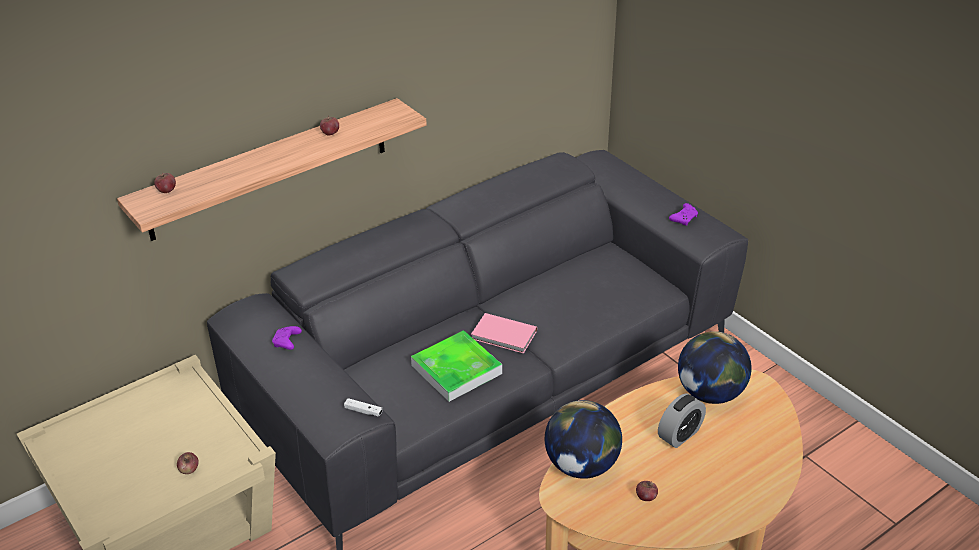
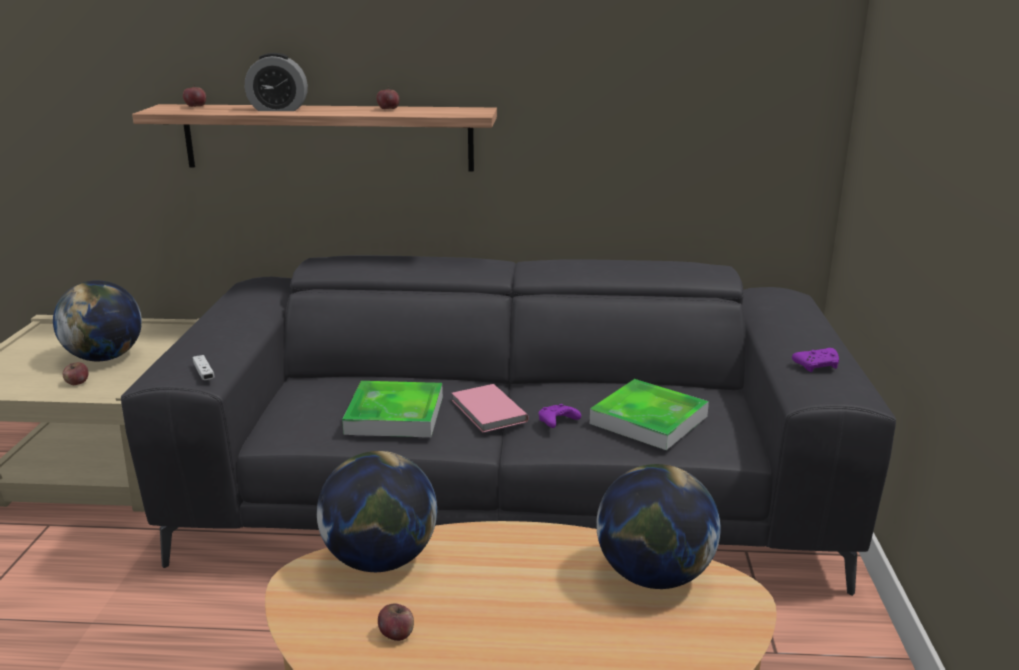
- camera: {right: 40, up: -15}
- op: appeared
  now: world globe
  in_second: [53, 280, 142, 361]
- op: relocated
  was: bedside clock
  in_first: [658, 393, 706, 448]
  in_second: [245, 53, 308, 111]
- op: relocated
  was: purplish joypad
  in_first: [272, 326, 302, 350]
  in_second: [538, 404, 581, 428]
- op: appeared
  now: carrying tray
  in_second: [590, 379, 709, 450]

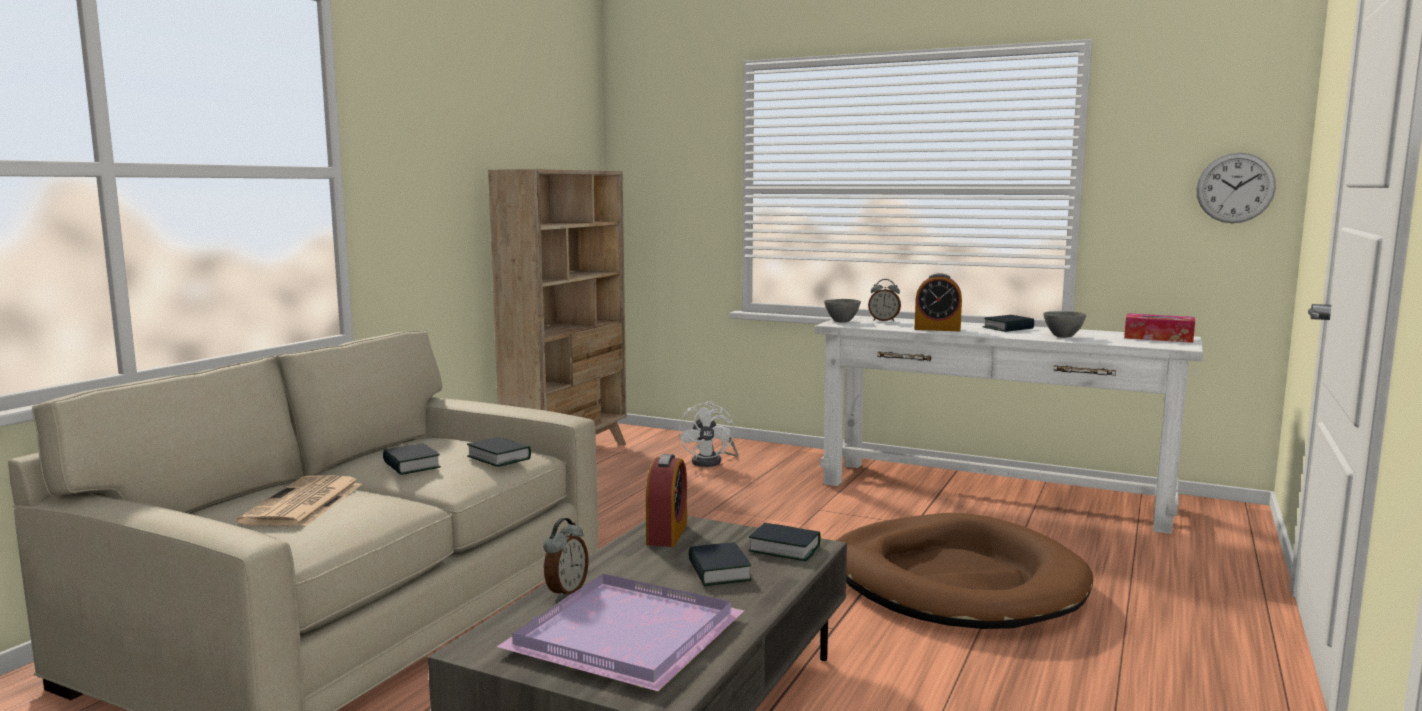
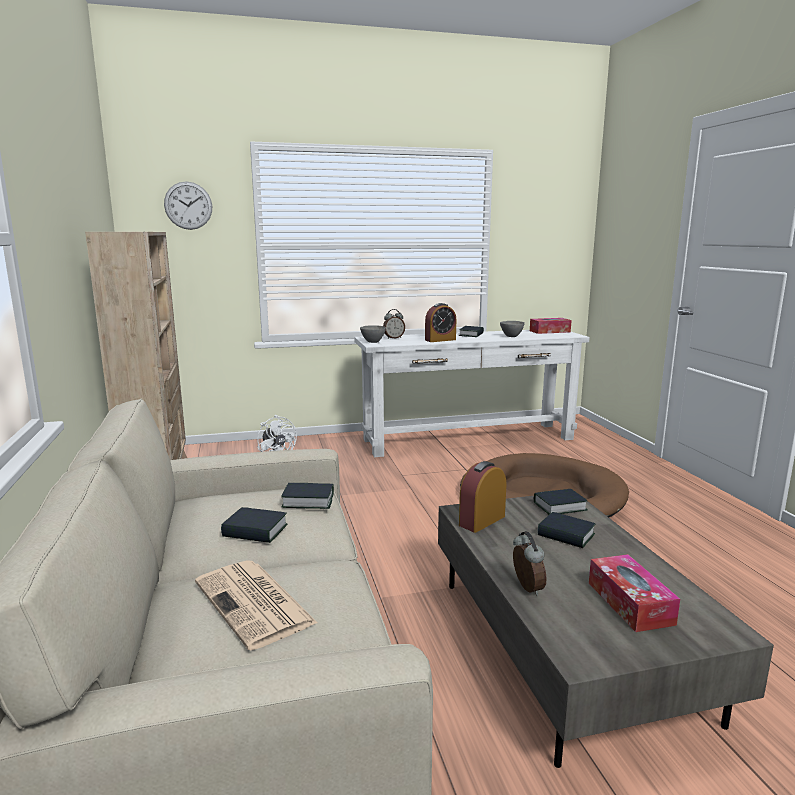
- camera: {right: -40, up: 5}
- op: relocated
  was: hanging clock
  in_first: [1196, 152, 1276, 223]
  in_second: [164, 181, 212, 230]
- op: spun
  was: bedside clock
  in_first: [646, 454, 687, 547]
  in_second: [459, 461, 506, 533]
  clockwise: -105
- op: exchanged
  was: purplish carrying tray
  now: tissue box
  in_first: [497, 574, 745, 691]
  in_second: [589, 554, 680, 632]

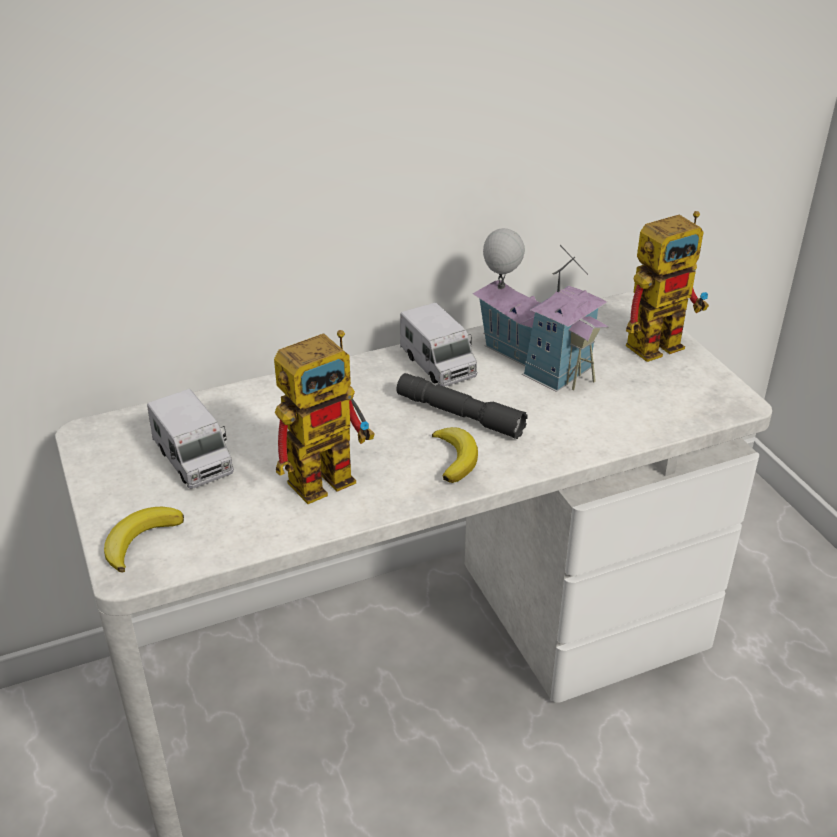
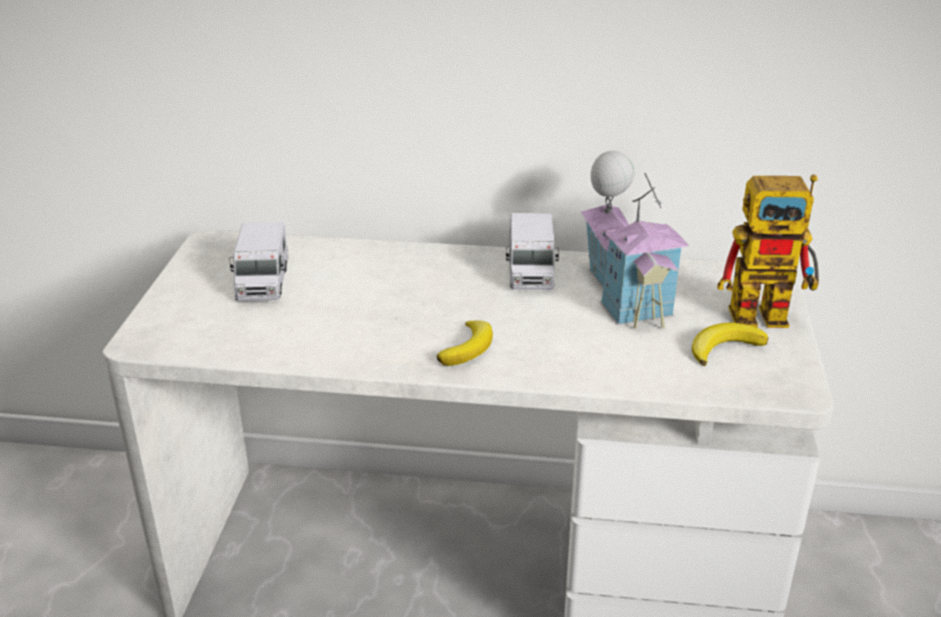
- camera: {right: 30, up: -5}
- op: relocated
  was: banana fruit
  in_first: [104, 507, 184, 573]
  in_second: [692, 323, 768, 366]
- op: missing
  was: model robot
  in_first: [274, 330, 375, 504]
- op: missing
  was: grey flashlight
  in_first: [397, 373, 528, 439]

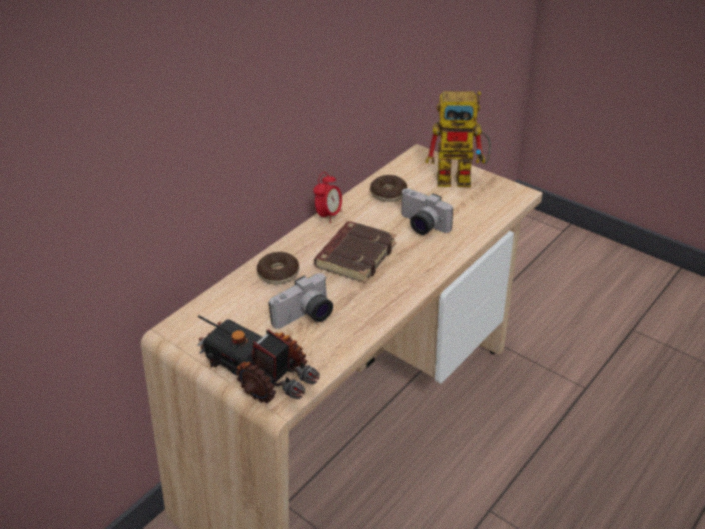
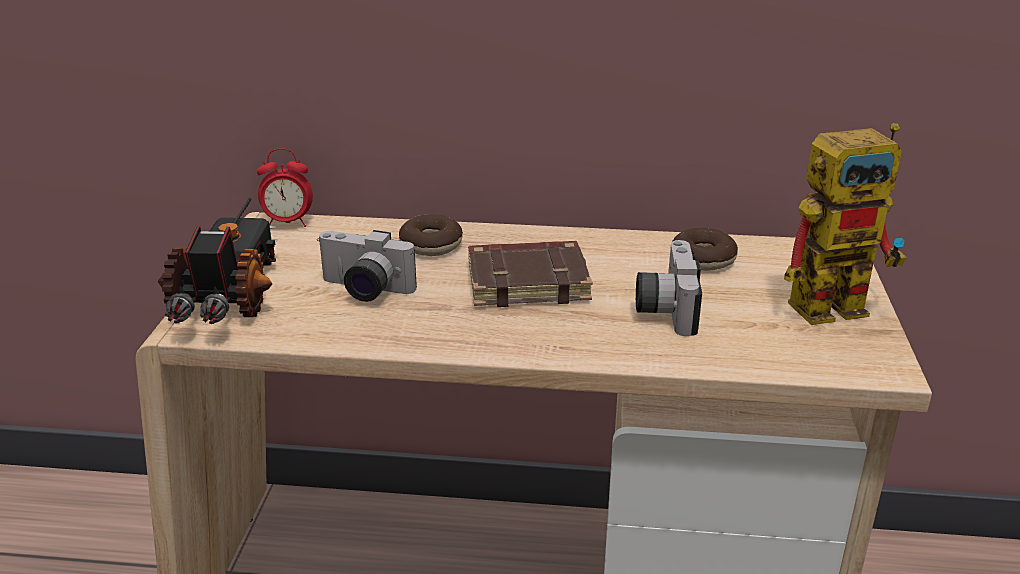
- camera: {right: 55, up: -10}
- op: relocated
  was: bedside clock
  in_first: [313, 172, 342, 223]
  in_second: [257, 148, 313, 227]
- op: spun
  was: model robot
  in_first: [426, 91, 491, 187]
  in_second: [784, 123, 906, 325]
  clockwise: -75

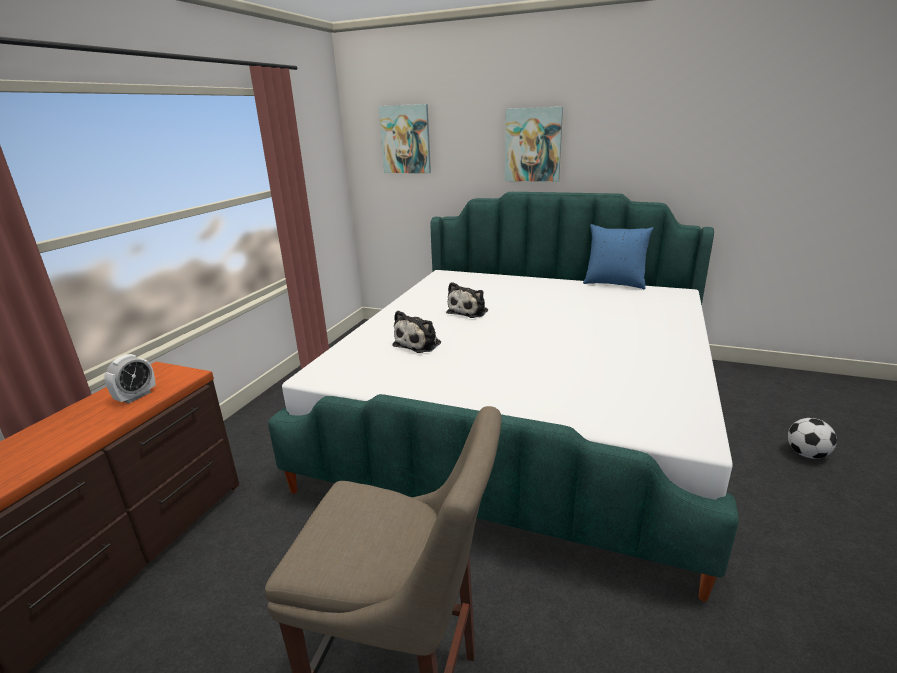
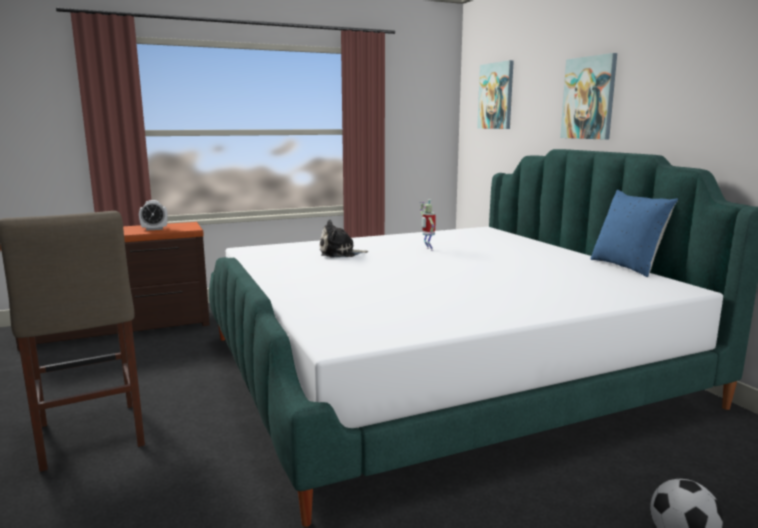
- camera: {right: 45, up: -10}
- op: exchanged
  was: soft toy
  now: model robot
  in_first: [446, 282, 488, 318]
  in_second: [420, 200, 436, 251]

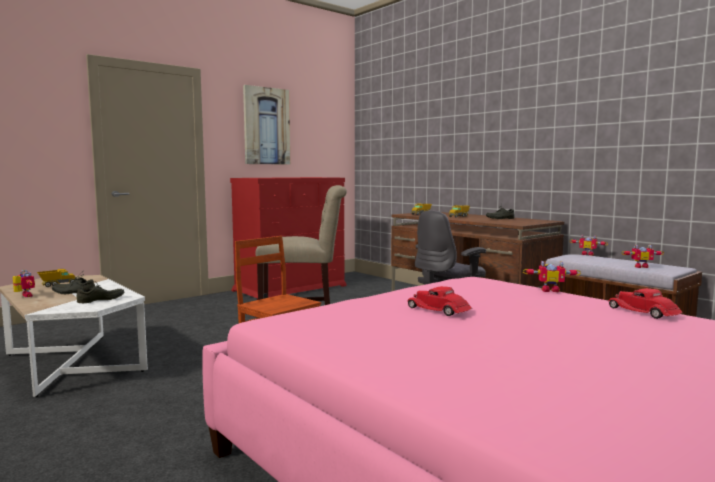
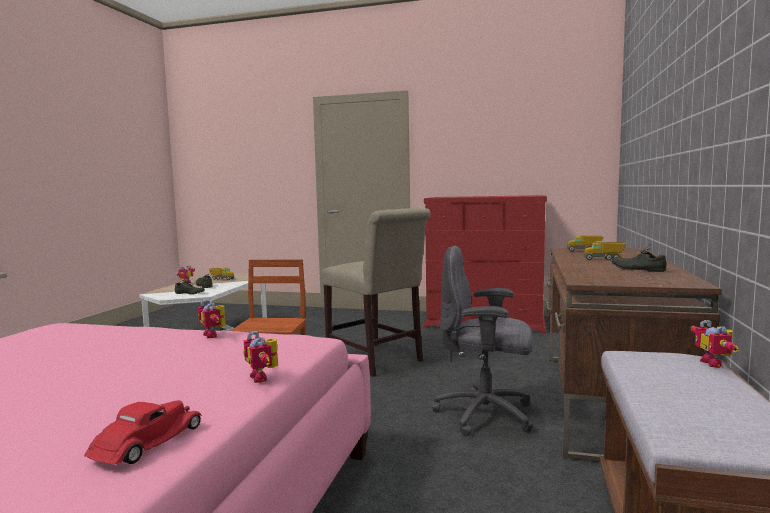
- camera: {right: 55, up: 0}
- op: relocated
  was: model robot
  in_first: [621, 245, 664, 268]
  in_second: [198, 300, 226, 338]
- op: missing
  was: picture
  in_first: [243, 85, 290, 165]
- op: missing
  was: red miniature car
  in_first: [407, 286, 472, 316]

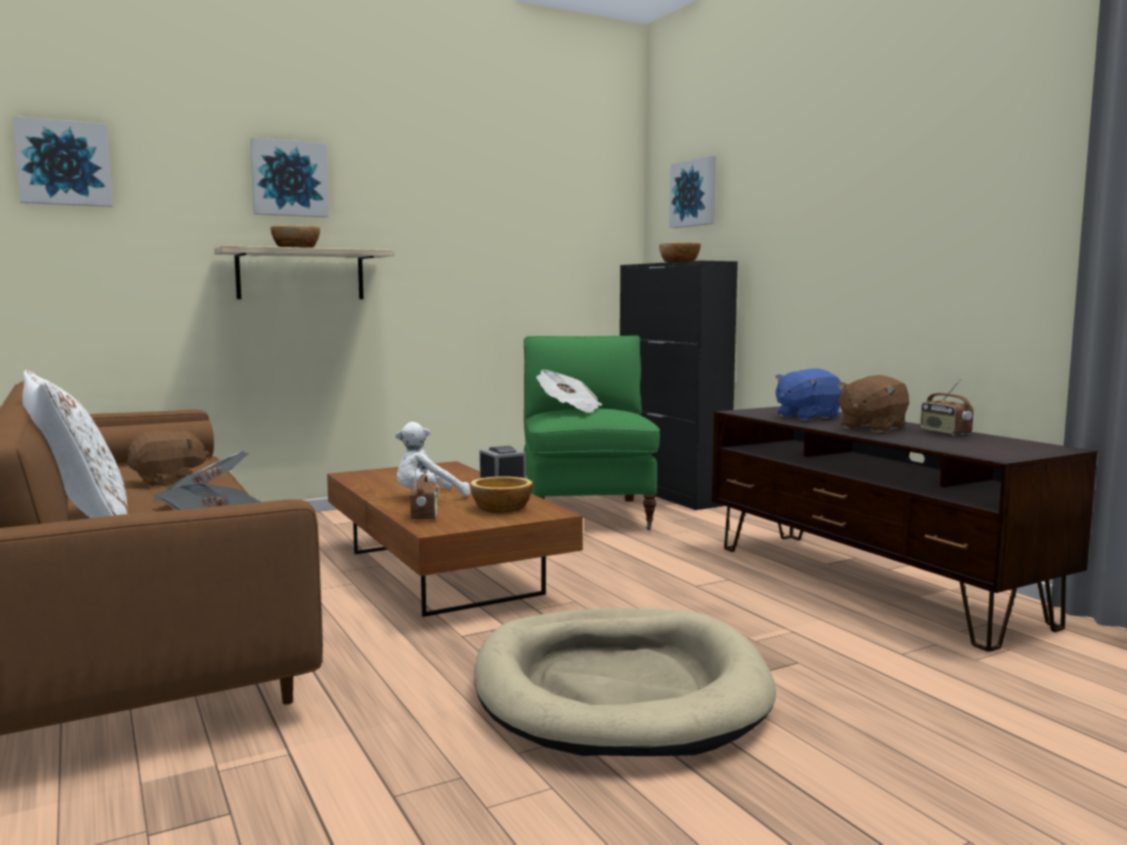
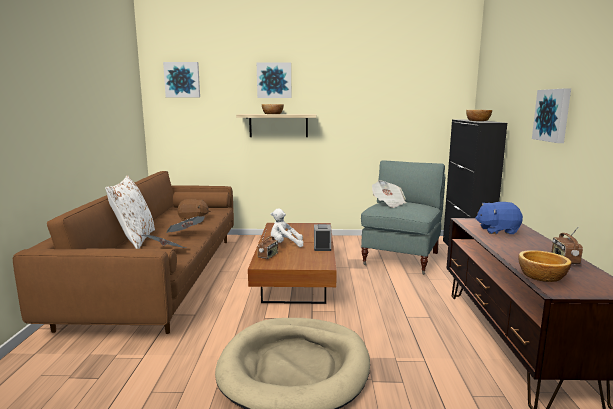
- camera: {right: 30, up: 5}
- op: colour
  was: greenish lounge chair
  now: grey lounge chair
  in_first: [524, 336, 660, 530]
  in_second: [361, 160, 445, 275]
- op: relocated
  was: deep dish
  in_first: [470, 476, 533, 513]
  in_second: [518, 250, 571, 282]
- op: relocated
  was: picture
  in_first: [669, 156, 716, 228]
  in_second: [532, 88, 571, 143]
- op: missing
  was: brownish soft toy
  in_first: [837, 375, 909, 433]

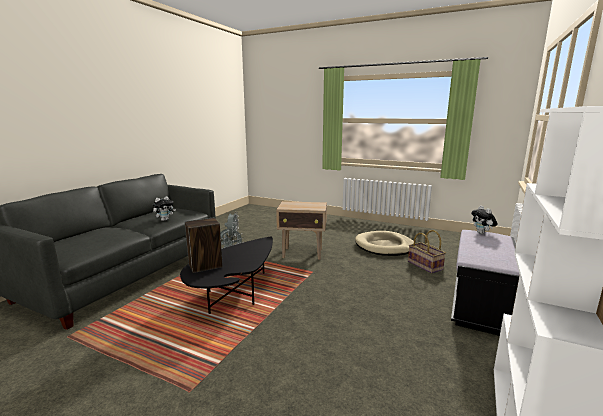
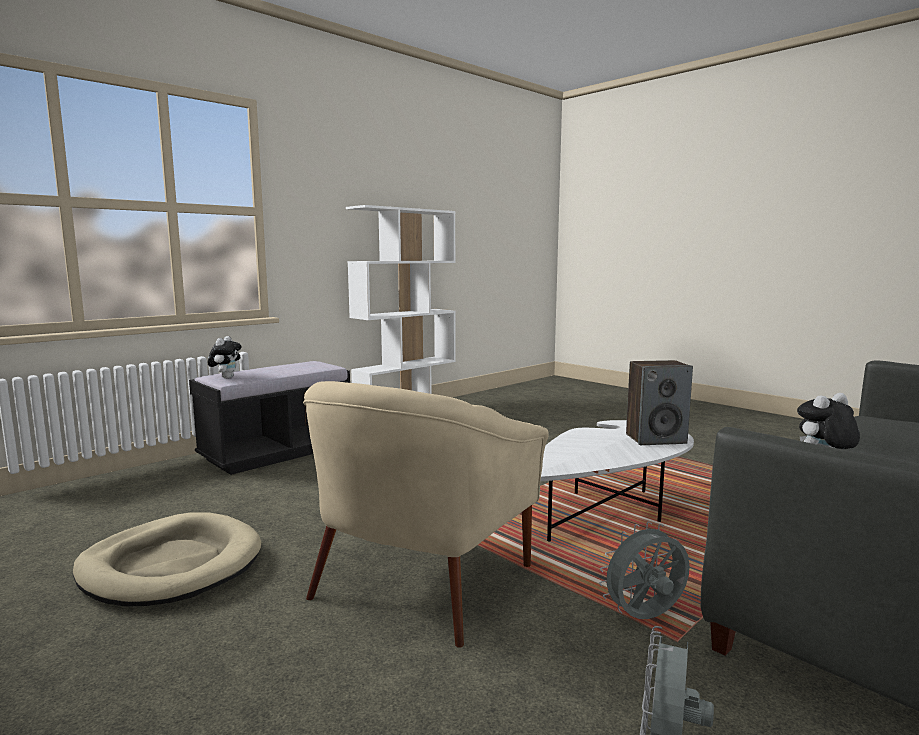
- camera: {right: -160, up: -5}
- op: exchanged
  was: beige end table
  now: beige lounge chair
  in_first: [276, 201, 327, 260]
  in_second: [303, 381, 548, 648]
- op: colour
  was: black lounge table
  now: white-coloured lounge table
  in_first: [180, 236, 273, 314]
  in_second: [540, 420, 694, 541]
- op: missing
  was: basket
  in_first: [408, 230, 446, 273]

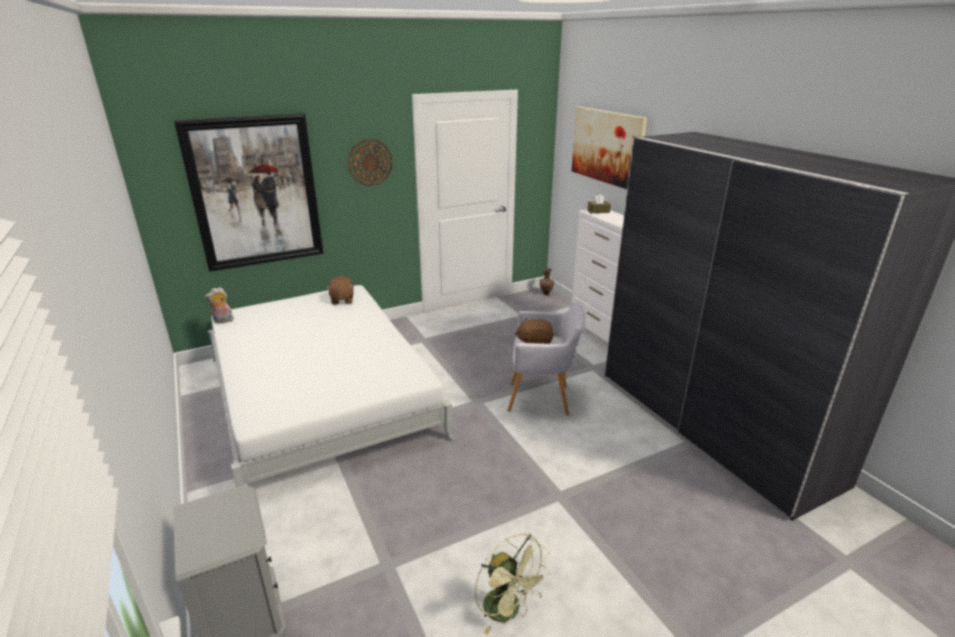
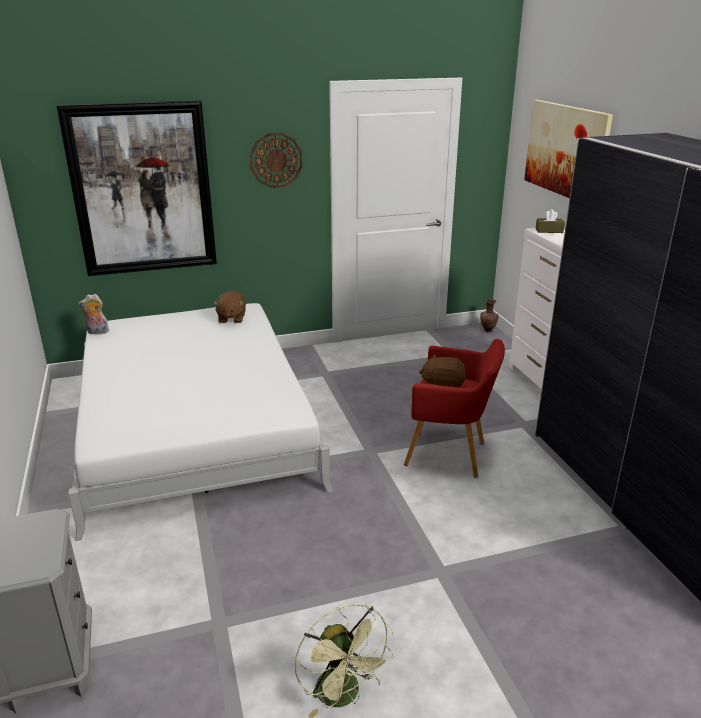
- camera: {right: 10, up: 0}
- op: colour
  was: grey lounge chair
  now: red lounge chair
  in_first: [507, 301, 585, 415]
  in_second: [404, 339, 505, 478]

